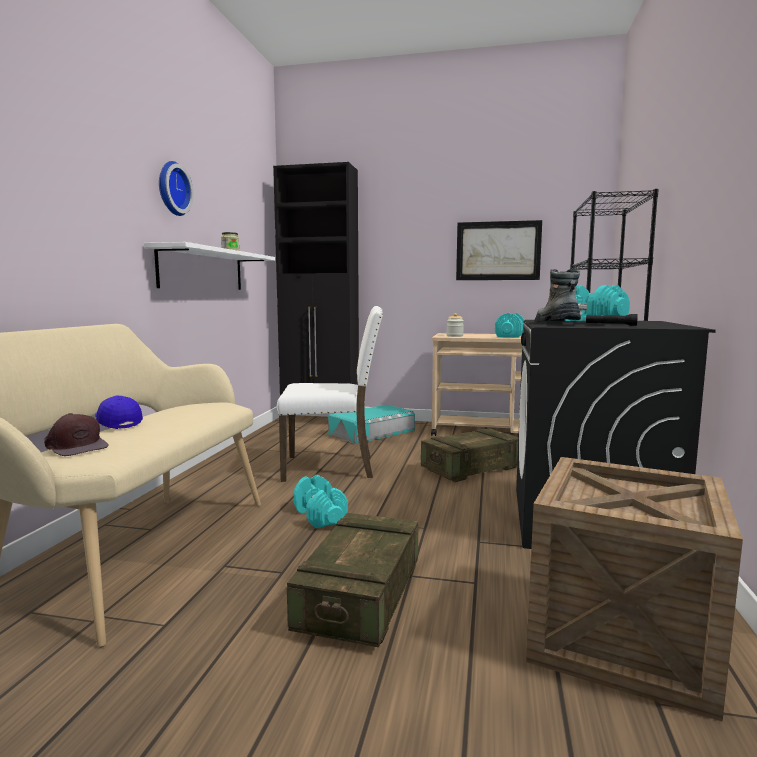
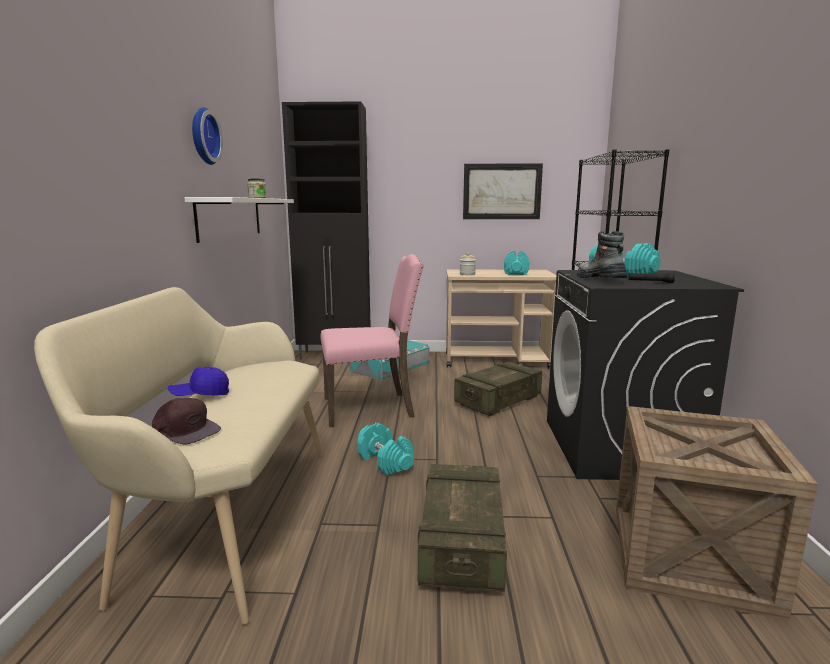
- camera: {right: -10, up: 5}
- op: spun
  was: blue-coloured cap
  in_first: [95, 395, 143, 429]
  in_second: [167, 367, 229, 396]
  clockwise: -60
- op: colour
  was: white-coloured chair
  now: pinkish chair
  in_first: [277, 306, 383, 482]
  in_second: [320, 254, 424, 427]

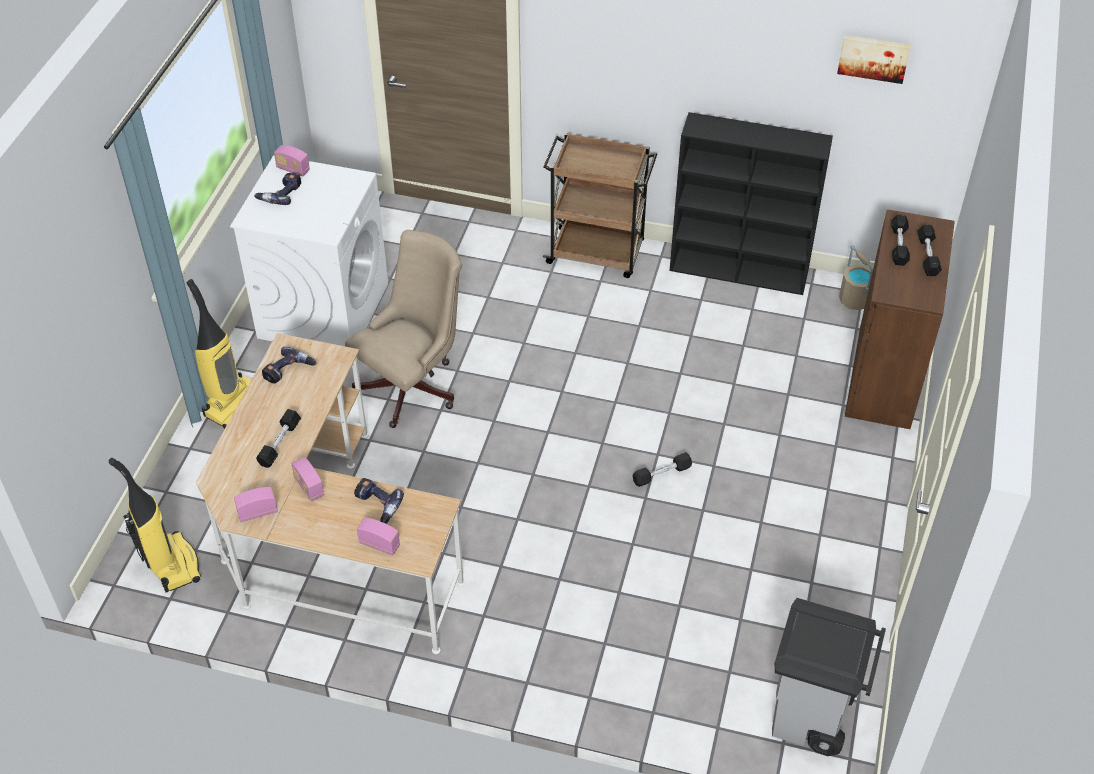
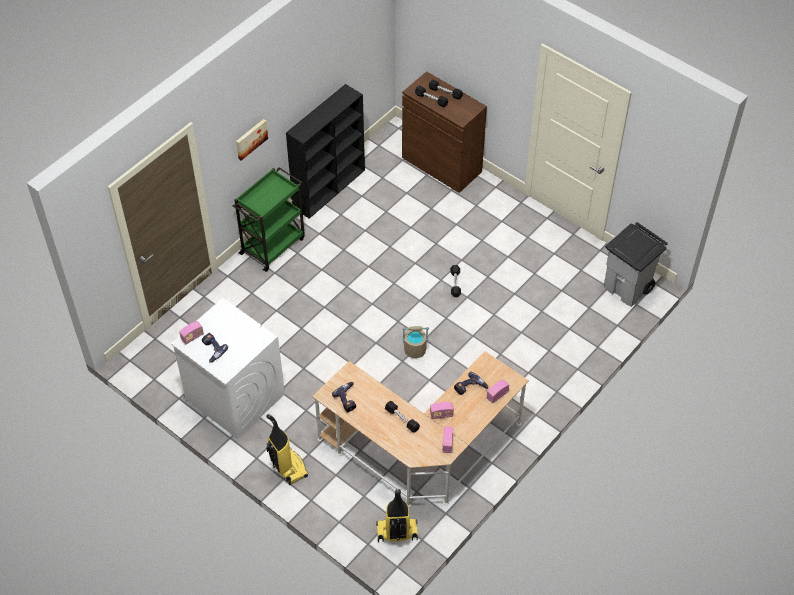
- camera: {right: -65, up: 5}
- op: colour
  was: brownish trolley
  now: greenish trolley
  in_first: [543, 132, 657, 278]
  in_second: [233, 167, 305, 272]
- op: relocated
  was: picture
  in_first: [837, 35, 911, 84]
  in_second: [236, 119, 268, 160]
- op: relocated
  was: beige water bucket
  in_first: [839, 245, 874, 310]
  in_second: [402, 326, 429, 358]
- op: missing
  was: beige computer chair
  in_first: [345, 230, 462, 428]

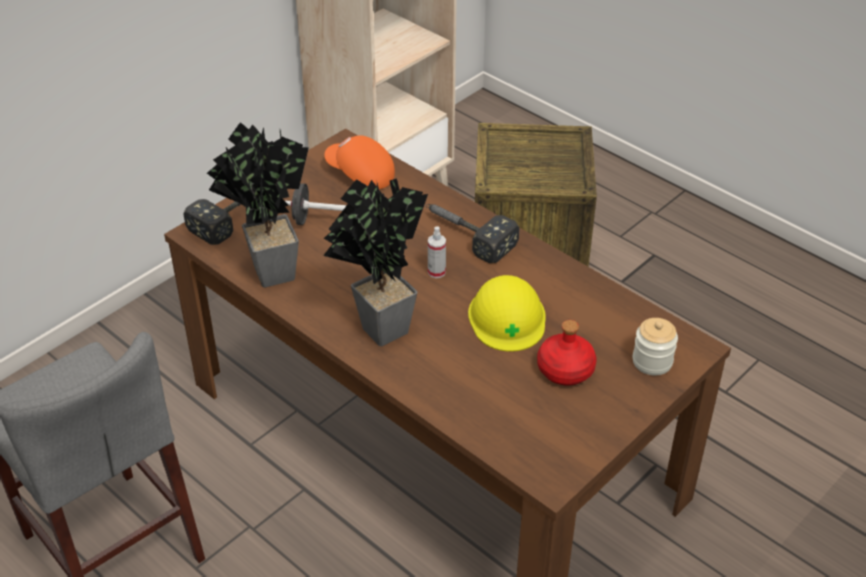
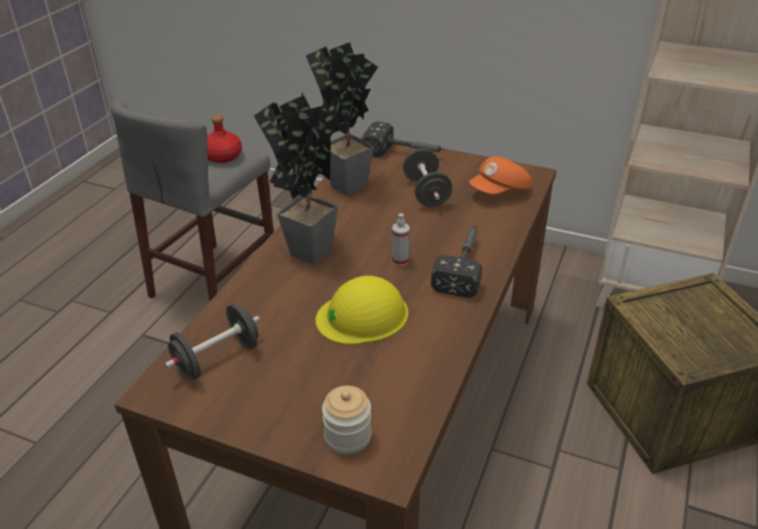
- camera: {right: 70, up: -5}
- op: appeared
  now: black hand weight
  in_second: [165, 304, 260, 380]
- op: relocated
  was: red bottle
  in_first: [537, 320, 597, 386]
  in_second: [207, 115, 242, 163]
- op: spun
  was: orangey cap
  in_first: [324, 135, 395, 189]
  in_second: [469, 156, 532, 194]
  clockwise: -135

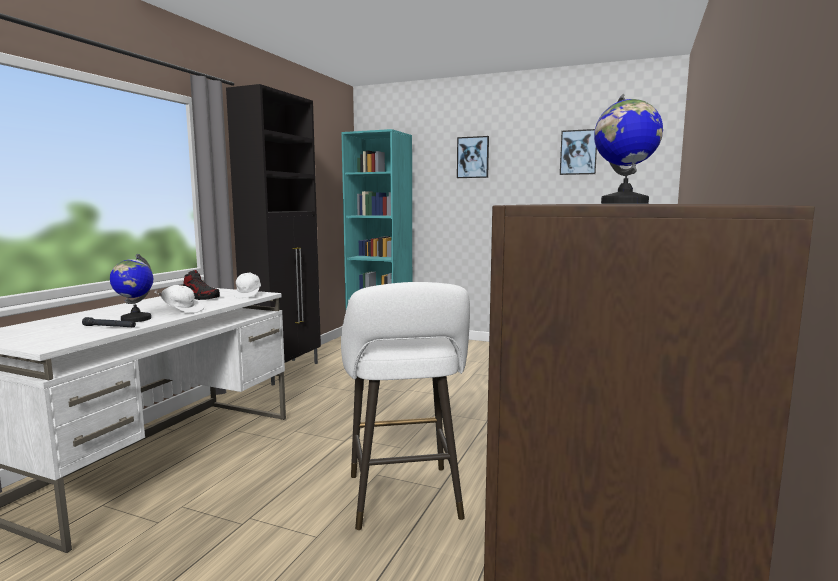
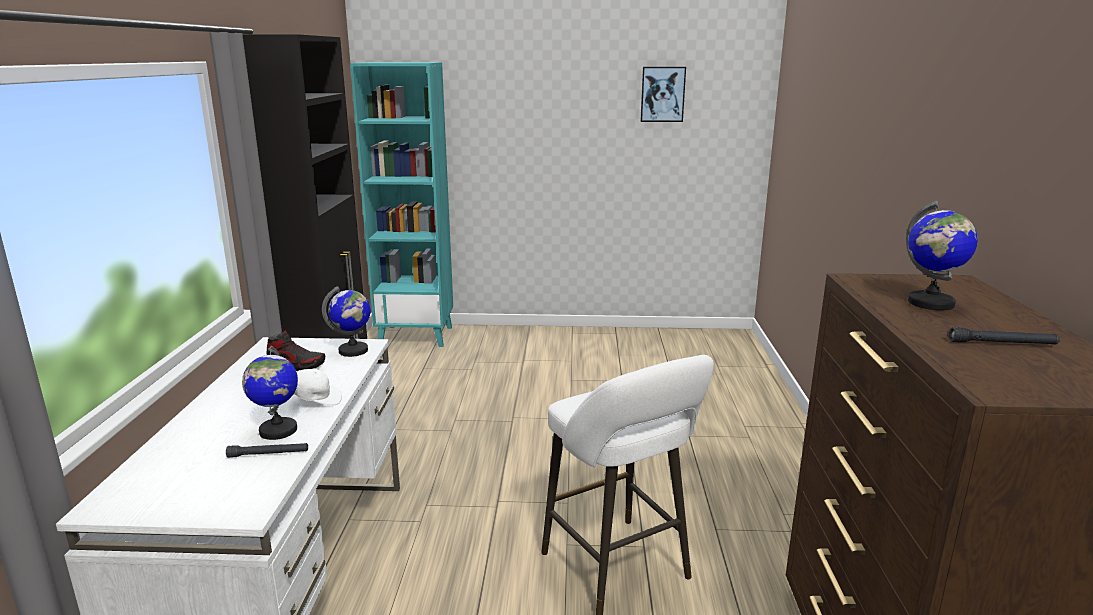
- camera: {right: -20, up: 10}
- op: exchanged
  was: white-coloured cap
  now: world globe
  in_first: [234, 273, 261, 298]
  in_second: [322, 286, 371, 357]
- op: appeared
  now: black flashlight
  in_second: [949, 327, 1060, 345]
- op: missing
  was: picture
  in_first: [457, 136, 489, 178]

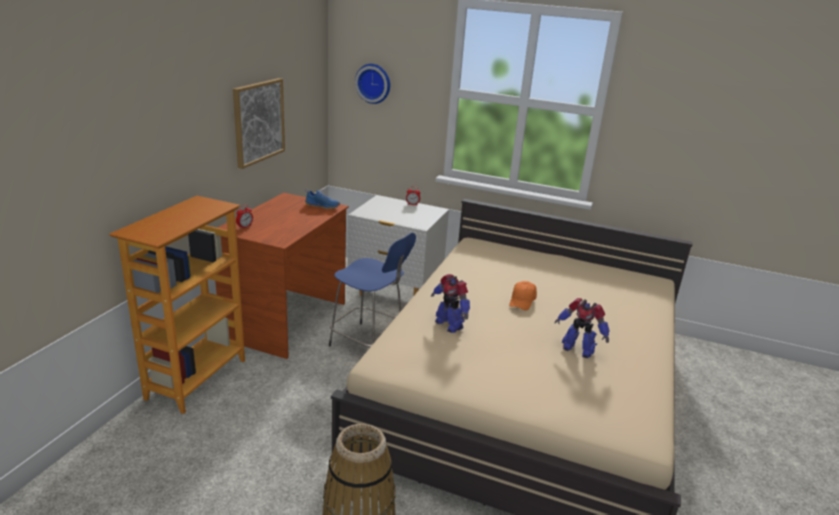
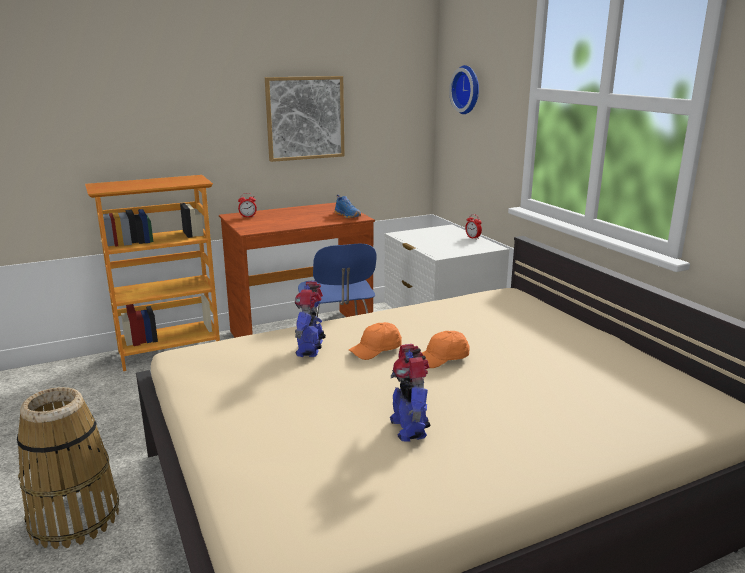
- camera: {right: 45, up: -5}
- op: appeared
  now: orangey cap
  in_second: [349, 322, 402, 360]

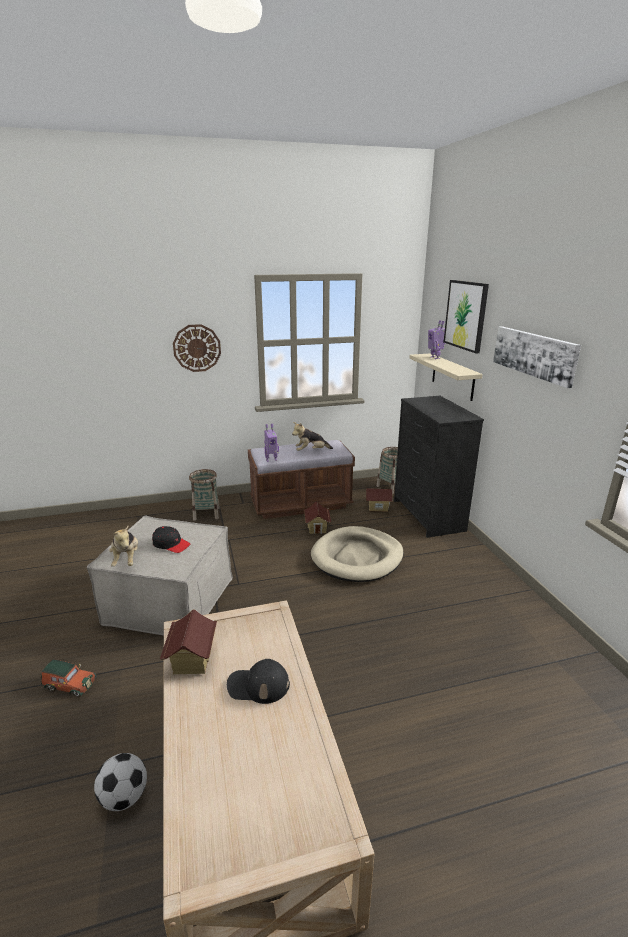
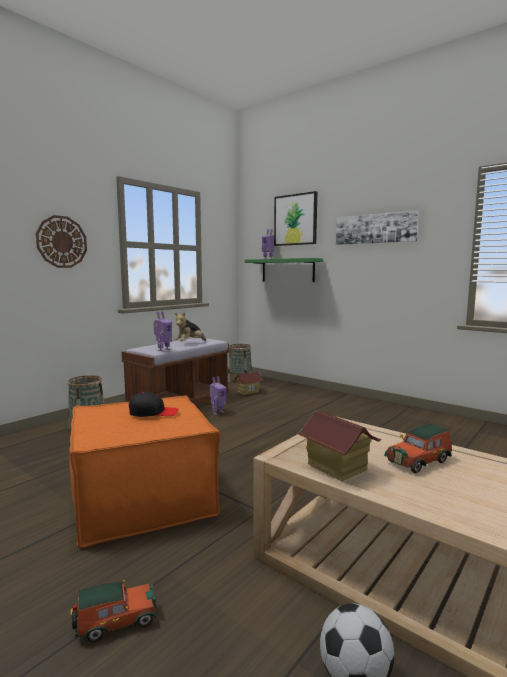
- camera: {right: -35, up: -15}
- op: colour
  was: beige ottoman
  now: orangey ottoman
  in_first: [87, 515, 233, 635]
  in_second: [69, 395, 220, 548]
- op: exchanged
  was: toy house
  now: model robot
  in_first: [304, 502, 331, 534]
  in_second: [210, 376, 226, 415]
- op: colour
  was: beige shelf
  now: greenish shelf
  in_first: [409, 353, 483, 401]
  in_second: [245, 258, 323, 282]
- op: exchanged
  was: black cap
  now: miniature car
  in_first: [227, 659, 290, 704]
  in_second: [384, 424, 452, 473]
- op: missing
  was: soft toy
  in_first: [109, 526, 138, 567]
- op: missing
  was: beige dog bed
  in_first: [311, 526, 404, 582]
- op: missing
  was: black dresser
  in_first: [394, 396, 484, 538]

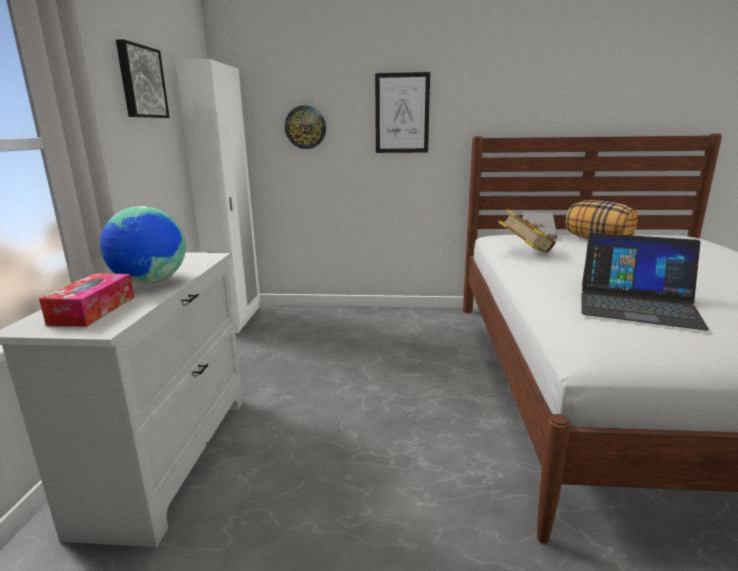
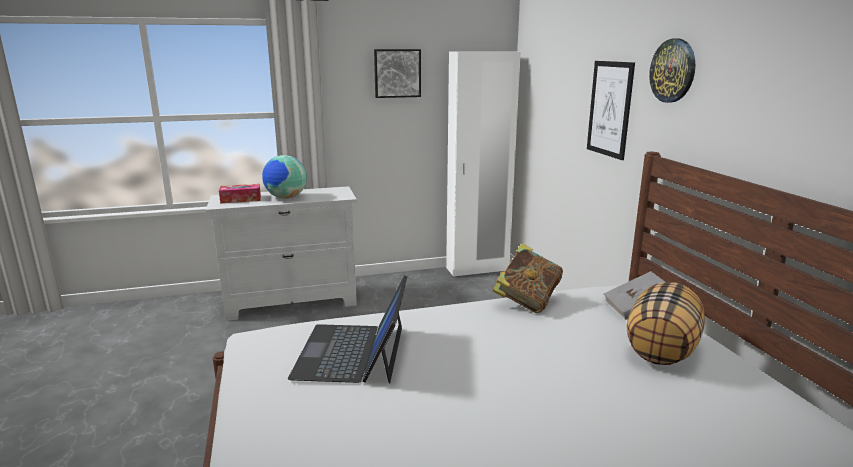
- camera: {right: 70, up: 0}
- op: relocated
  was: hanging clock
  in_first: [285, 105, 326, 149]
  in_second: [649, 39, 695, 103]

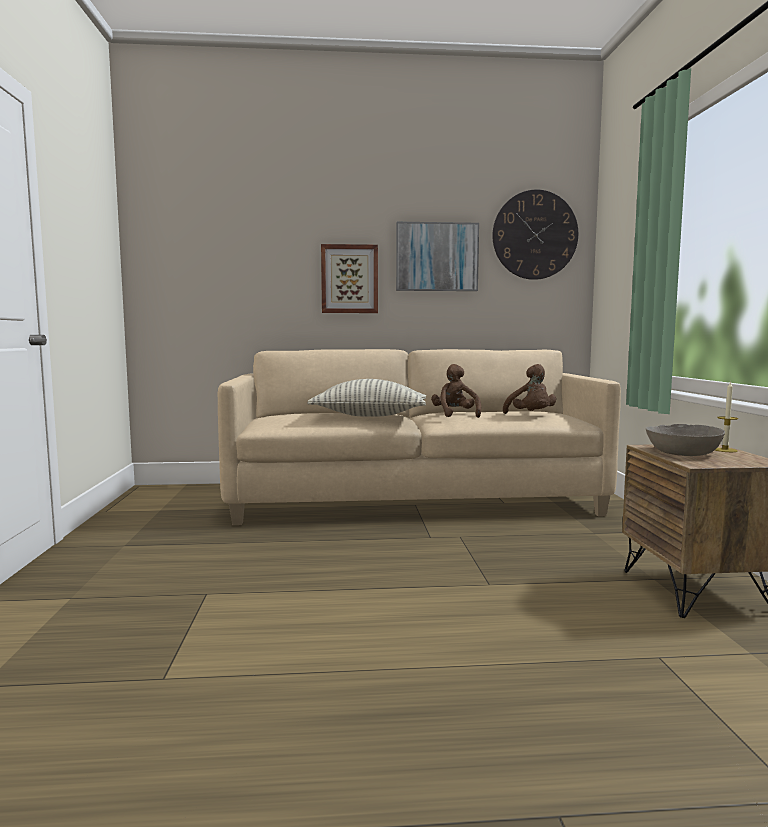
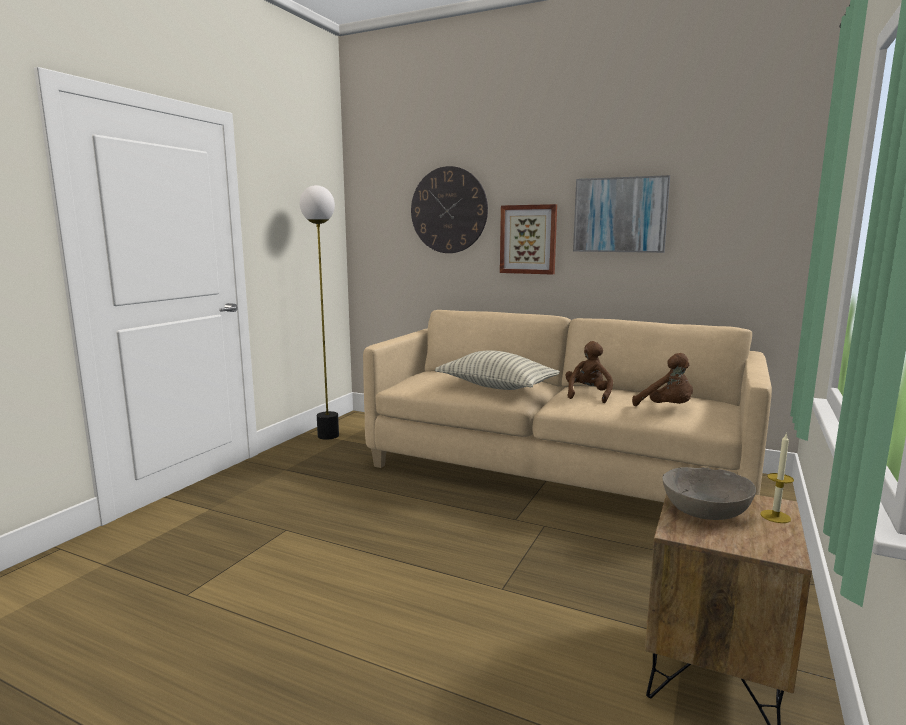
- camera: {right: 30, up: 5}
- op: appeared
  now: floor lamp
  in_second: [300, 185, 339, 440]
- op: relocated
  was: hanging clock
  in_first: [492, 190, 578, 280]
  in_second: [411, 166, 488, 253]
- op: spun
  was: brownish soft toy
  in_first: [503, 364, 556, 414]
  in_second: [632, 353, 693, 406]
  clockwise: -45

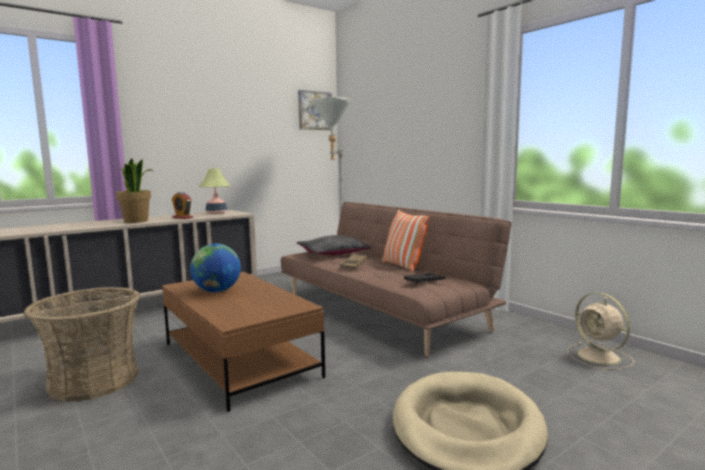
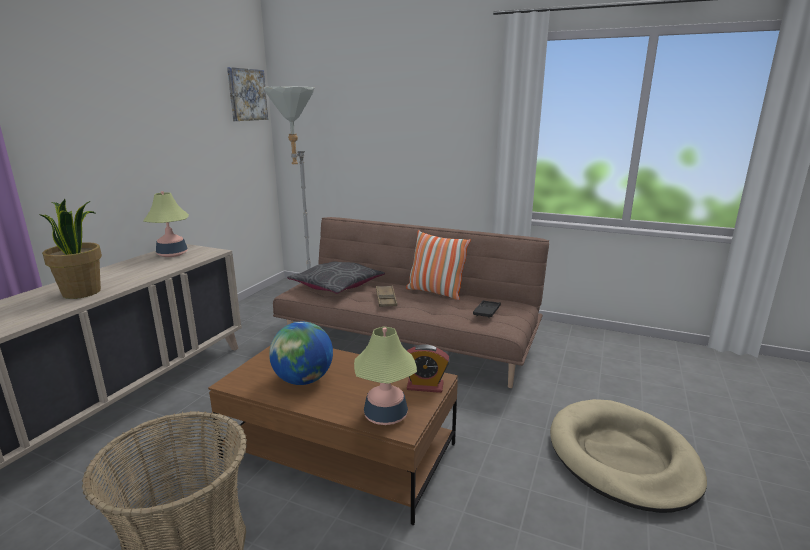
- camera: {right: -30, up: 10}
- op: appeared
  now: table lamp
  in_second: [354, 327, 417, 425]
- op: relocated
  was: bedside clock
  in_first: [172, 192, 193, 219]
  in_second: [407, 344, 450, 393]
- op: missing
  was: beige electric fan
  in_first: [567, 292, 634, 370]

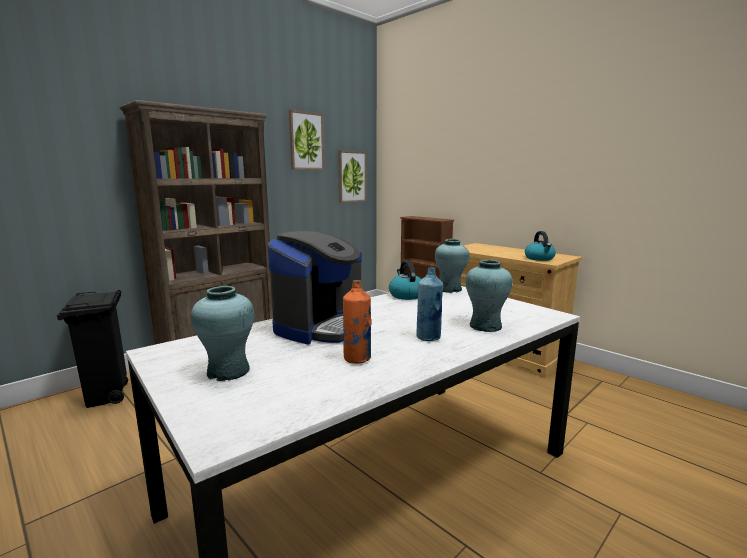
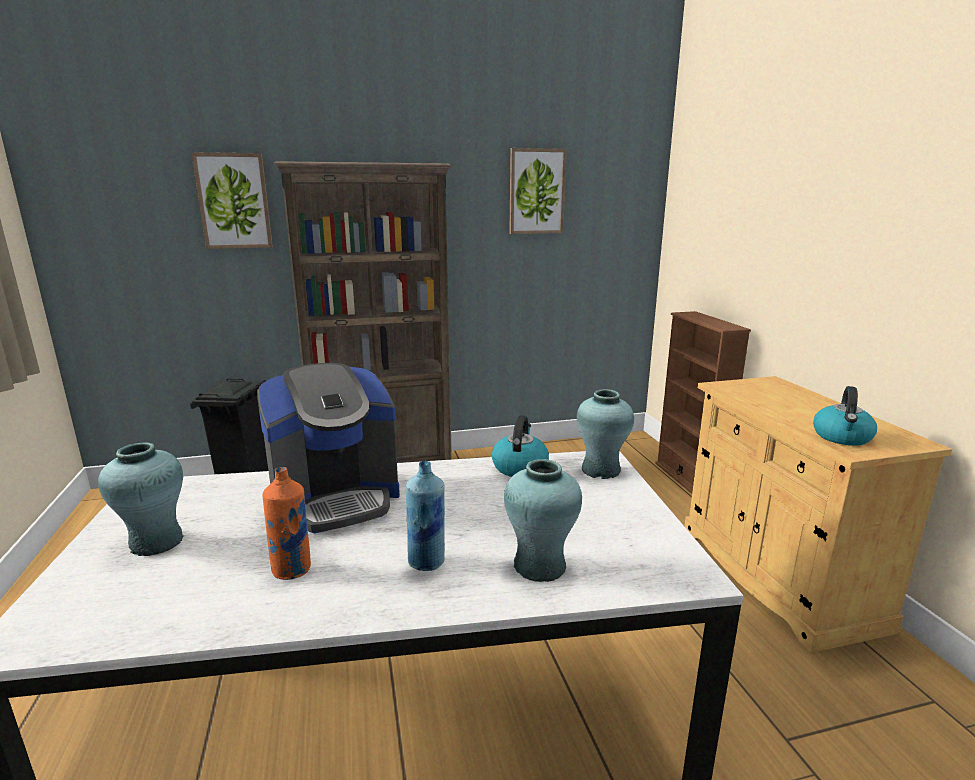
- camera: {right: 30, up: 5}
- op: relocated
  was: picture
  in_first: [338, 150, 367, 203]
  in_second: [191, 152, 273, 249]

